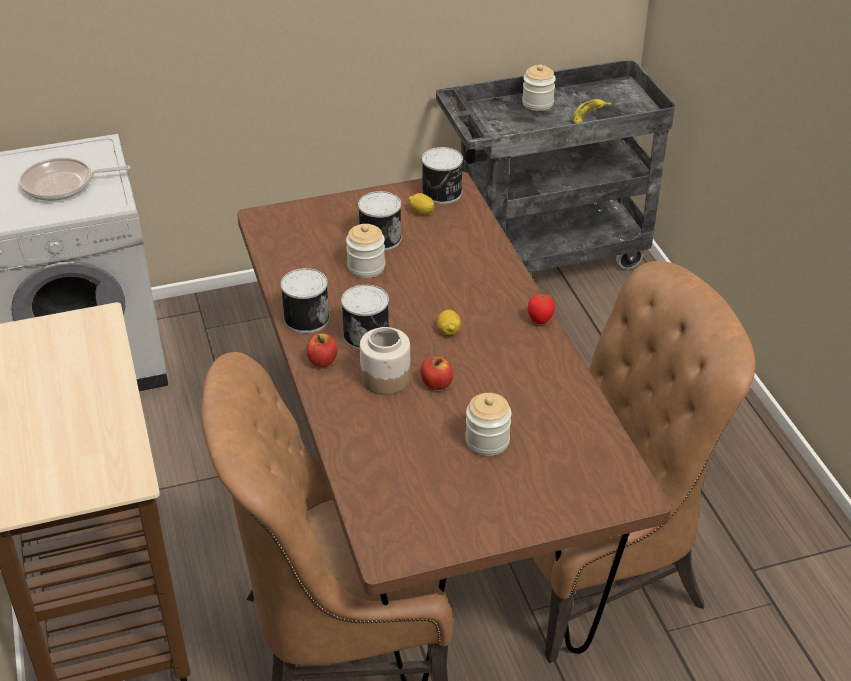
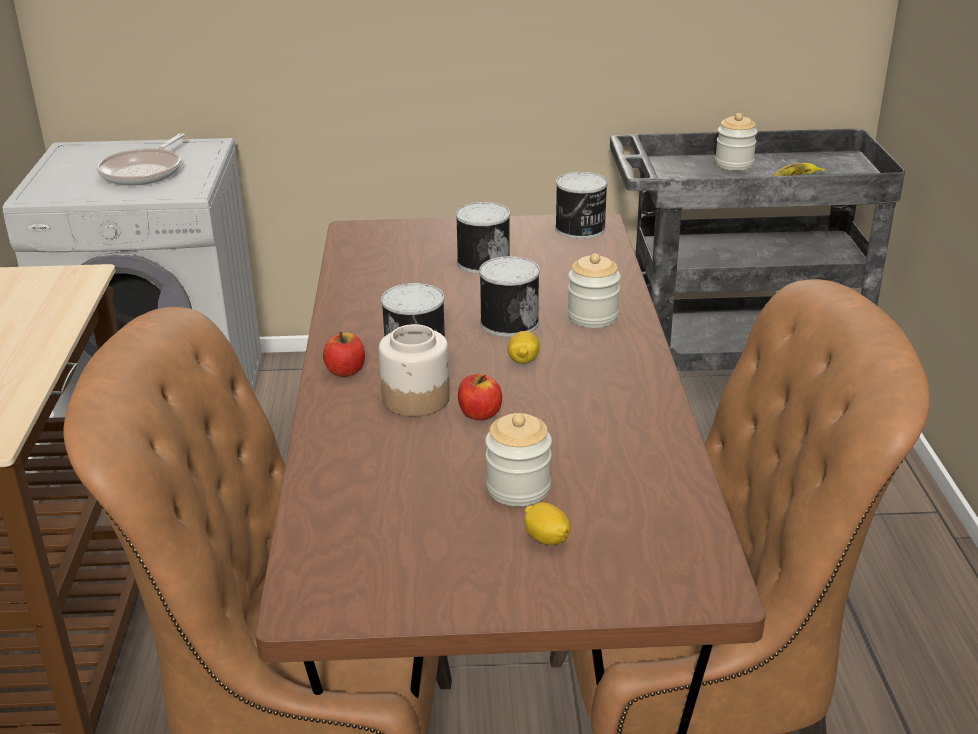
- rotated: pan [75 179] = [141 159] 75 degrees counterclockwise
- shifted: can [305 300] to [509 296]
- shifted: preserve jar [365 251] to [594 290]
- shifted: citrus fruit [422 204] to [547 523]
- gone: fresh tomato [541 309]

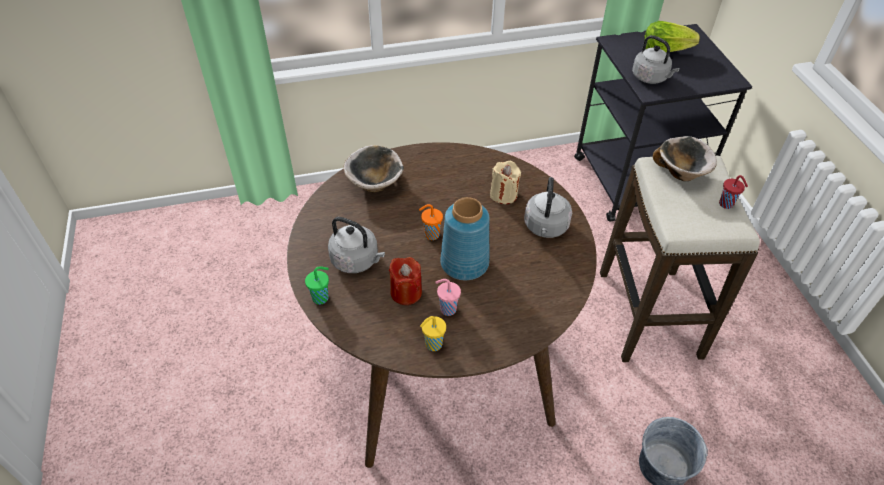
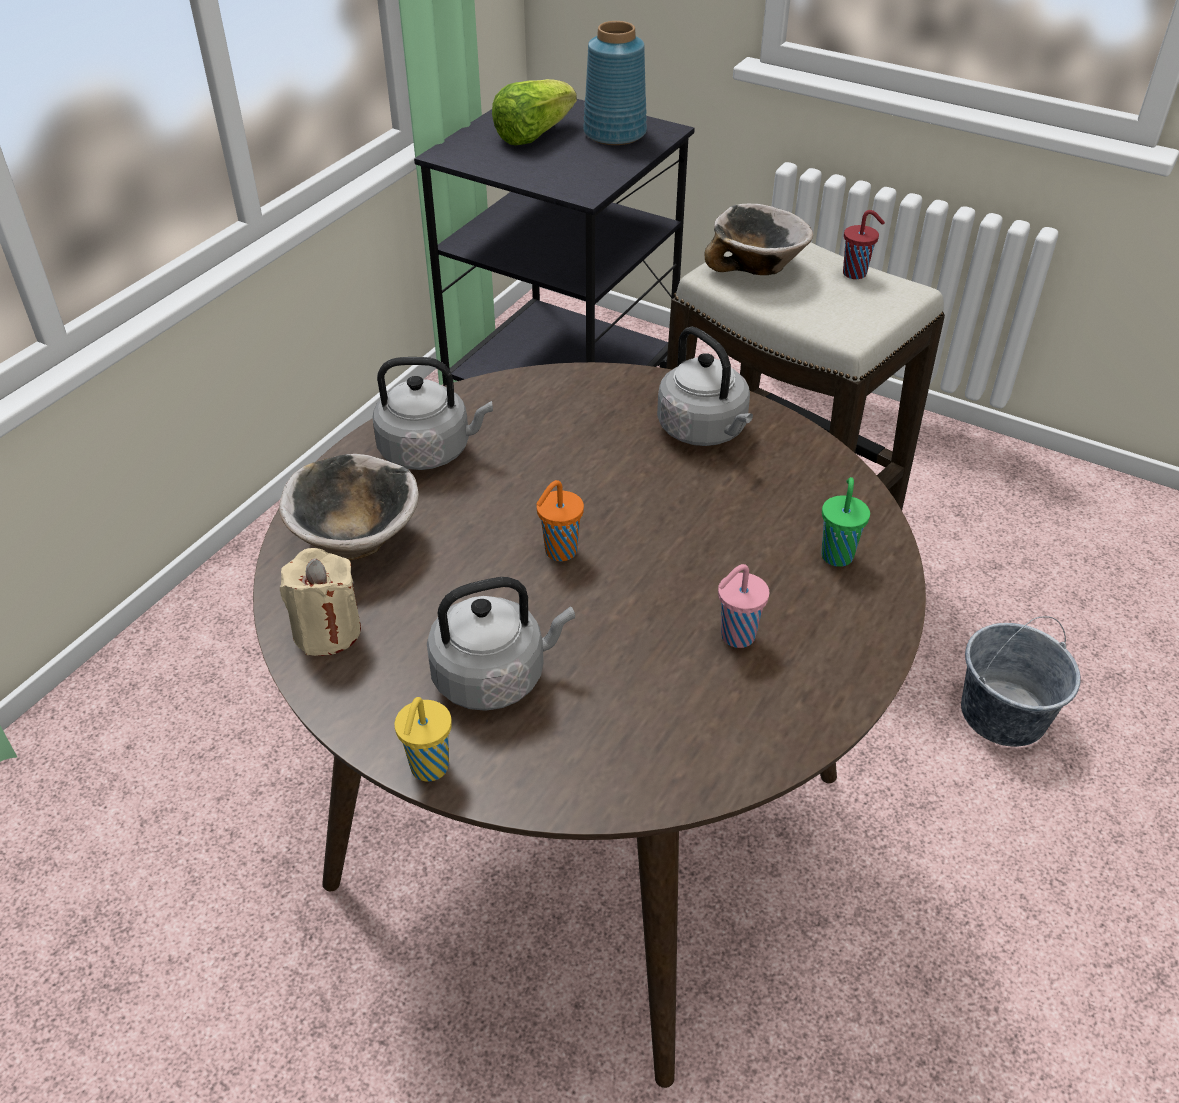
- shifted: green-coloured cup [317 285] to [845 522]
- gone: reddish wax candle [405 281]
- shifted: yellowish cup [433 333] to [423 739]
- shifted: blue-coloured vase [465 238] to [615 83]
- shifted: beige wax candle [505 182] to [320 602]
- shifted: grey water kettle [656 59] to [433 413]

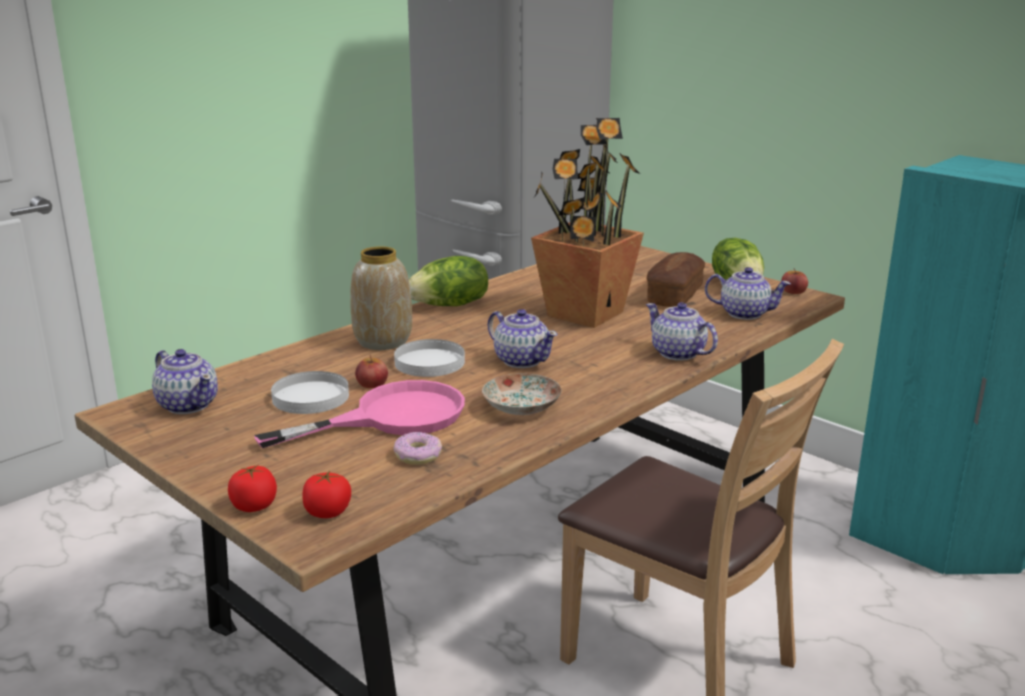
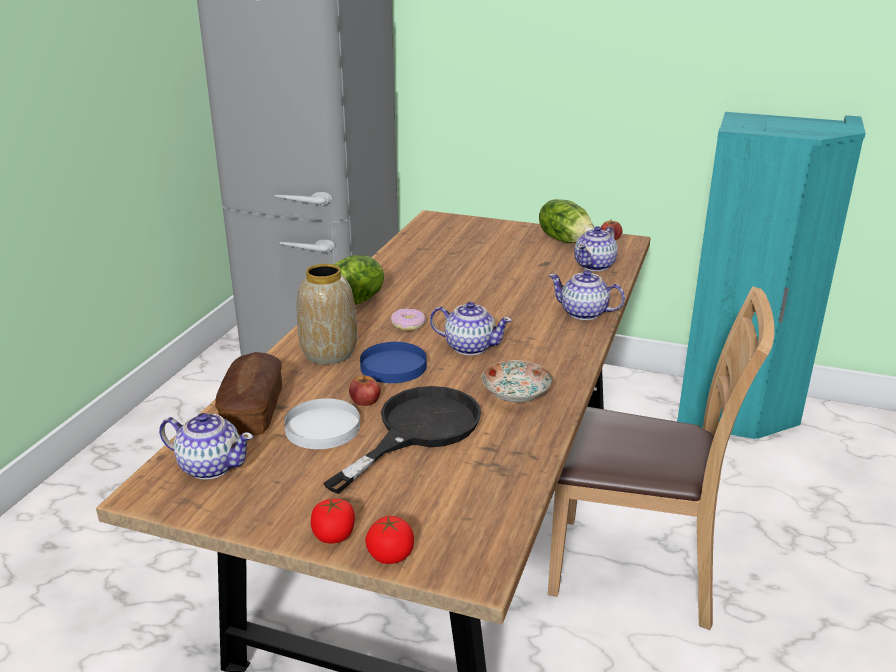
- repainted: pink-coloured pan [359 414] to blackish pan [402 440]
- shifted: fresh tomato [326 494] to [333 521]
- repainted: white dinner plate [429 358] to blue-coloured dinner plate [393 362]
- shifted: doughnut [418 448] to [408 320]
- gone: potted plant [587 223]
- shifted: bread [675 279] to [248 393]
- rotated: tea pot [748 293] = [596 248] 135 degrees clockwise

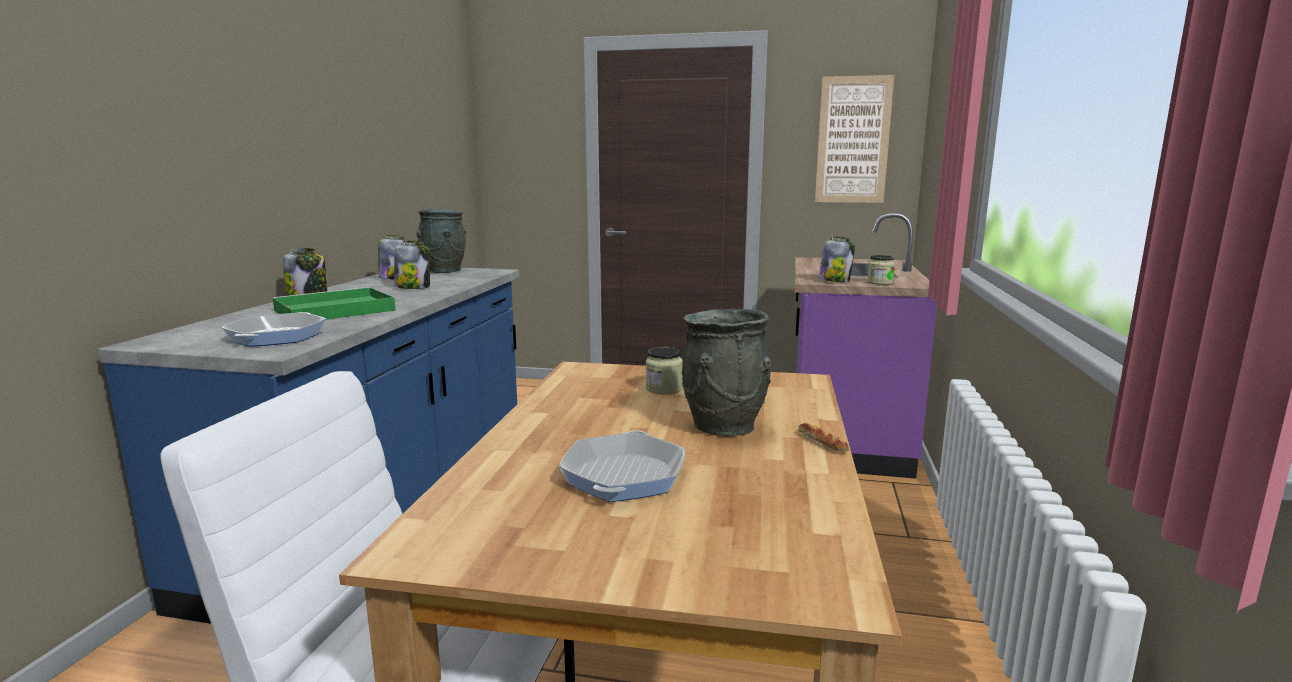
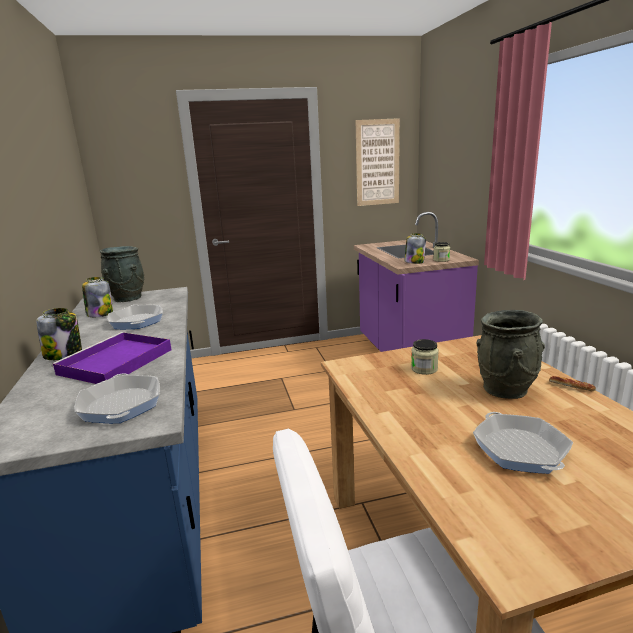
- repainted: green-coloured serving tray [334 303] to purplish serving tray [111 358]
- swapped: preserve jar [412 265] to pan [135 317]

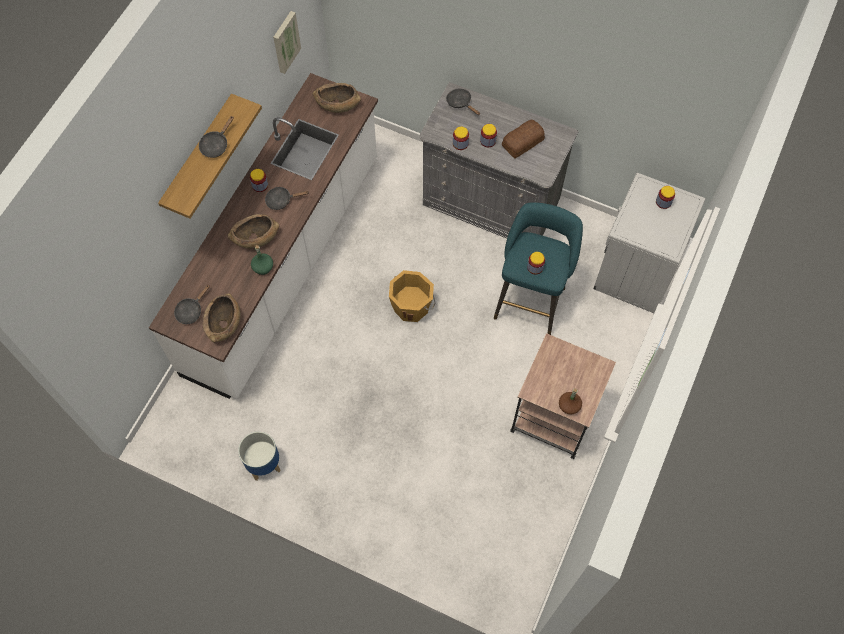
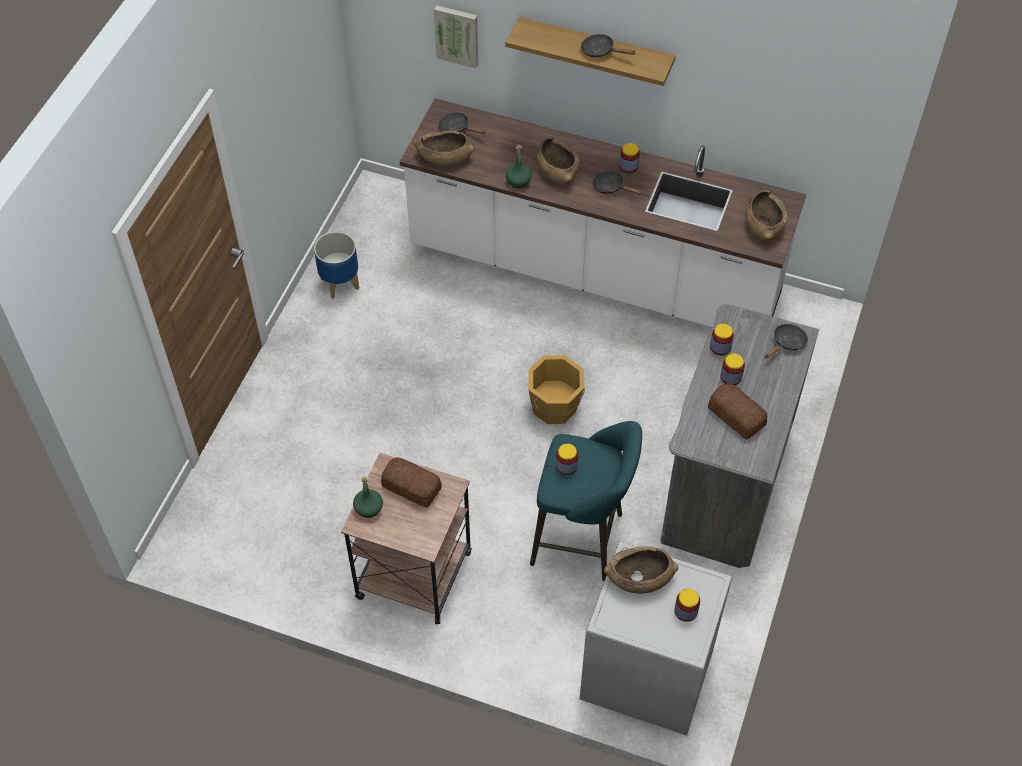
- rotated: blackish pan [287 198] = [617 183] 45 degrees counterclockwise
- shifted: wall picture [287 42] to [456 36]
- repainted: brownish beverage bottle [570 401] to green-coloured beverage bottle [368 497]
- new: bread [411 482]
- new: brownish serving bowl [641 570]

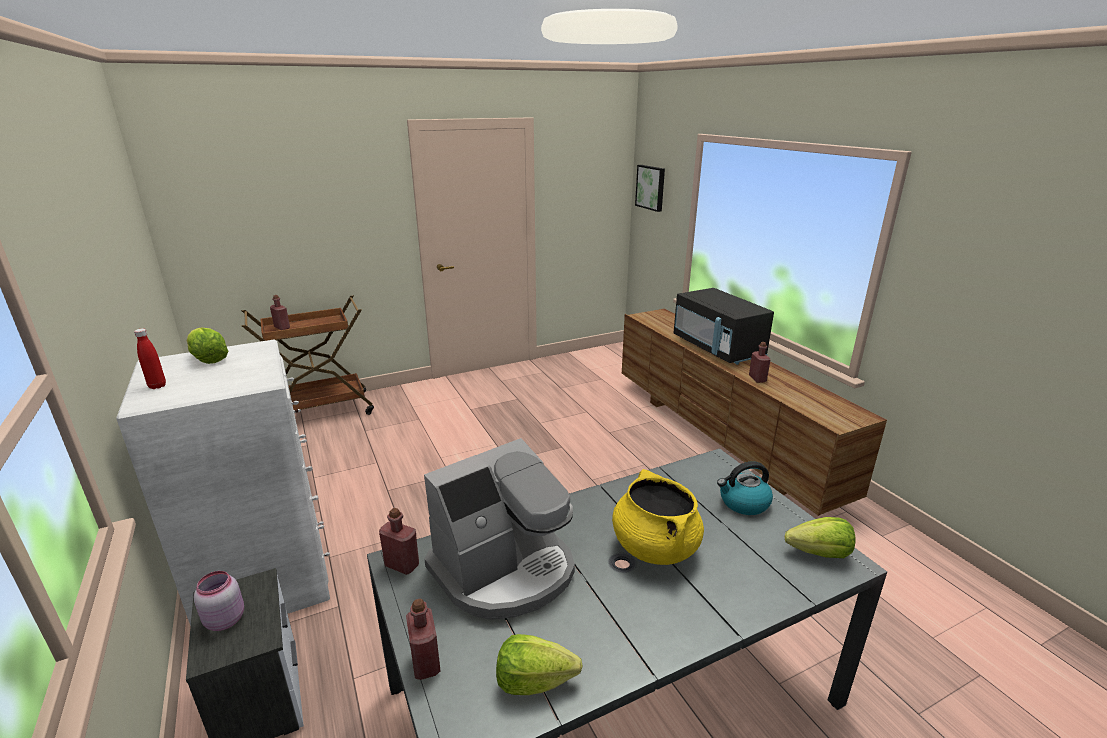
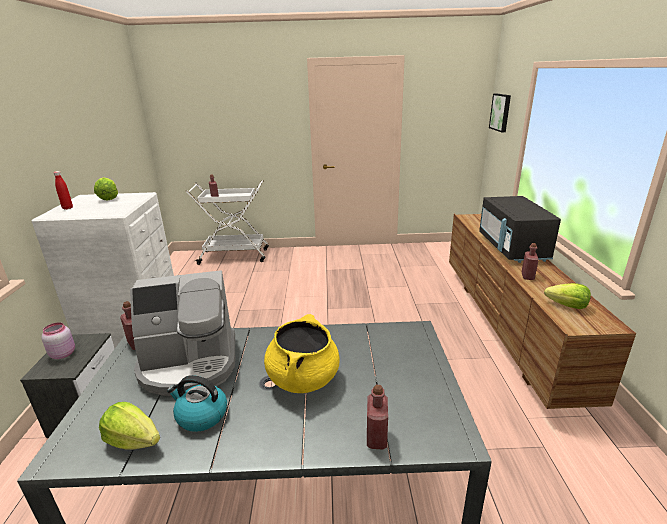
- repainted: brownish wheeled cart [307 355] to white wheeled cart [227 222]
- shifted: reddish beverage bottle [423 639] to [377 417]
- shifted: water kettle [745 488] to [197 403]
- shifted: head of lettuce [820 537] to [567 296]

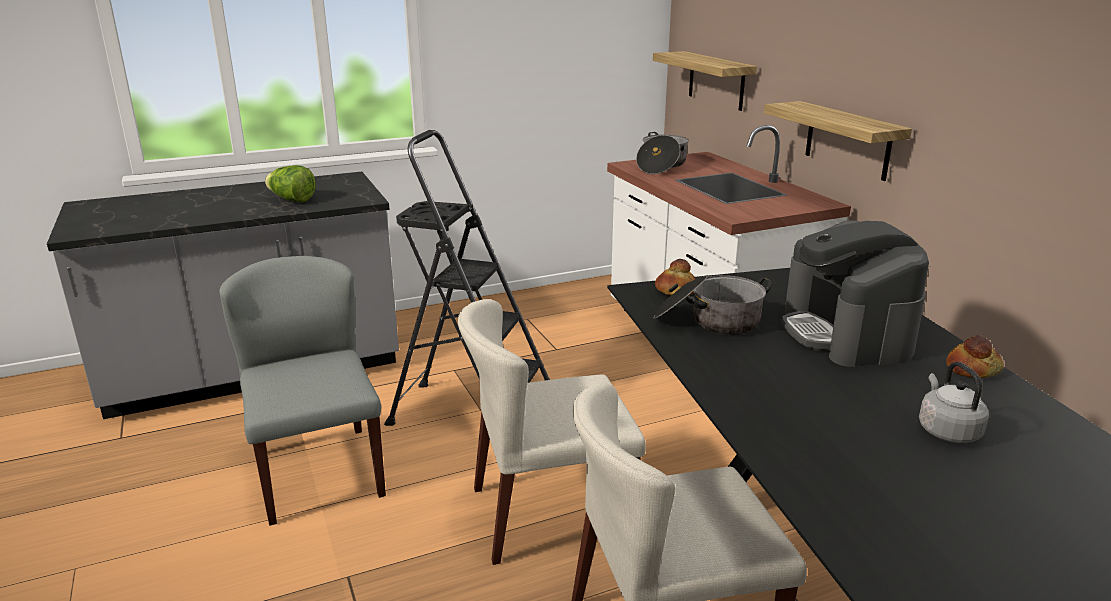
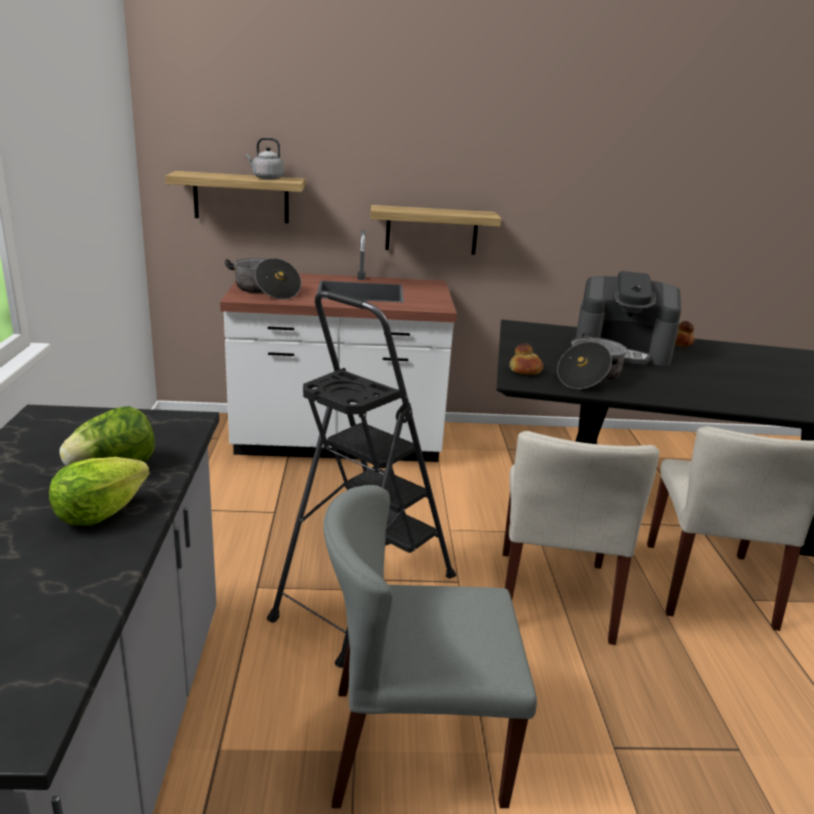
- shifted: grey water kettle [954 402] to [264 158]
- new: head of lettuce [99 491]

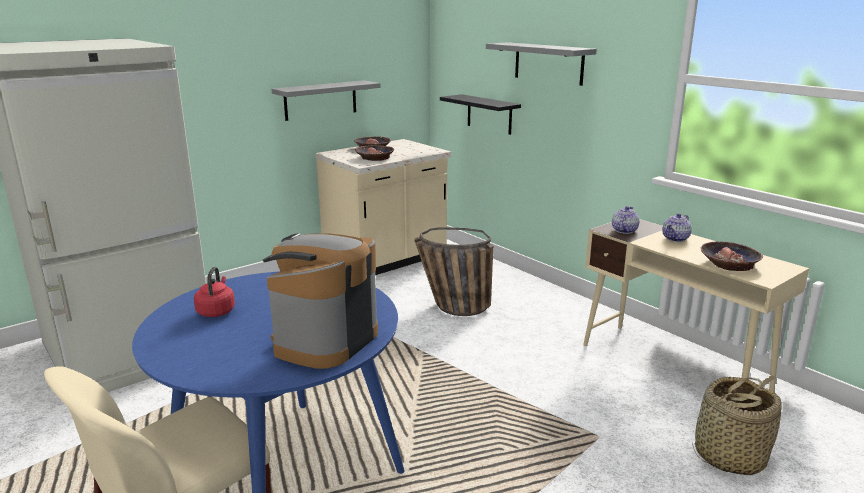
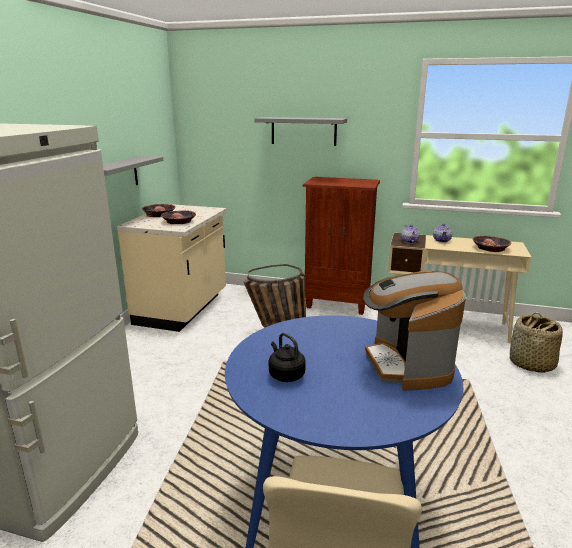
- repainted: reddish water kettle [214 292] to blackish water kettle [287 357]
- gone: blackish bracket shelf [480 114]
- new: brownish storage cabinet [341 246]

